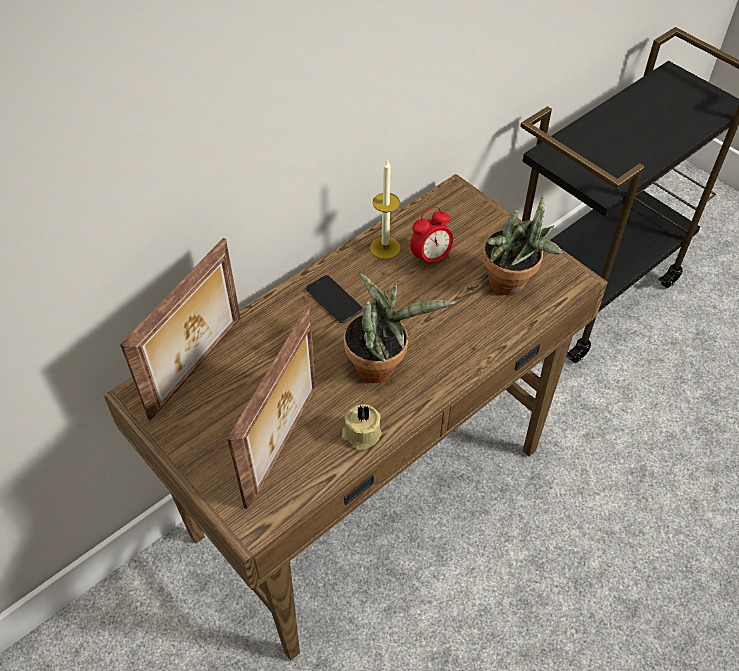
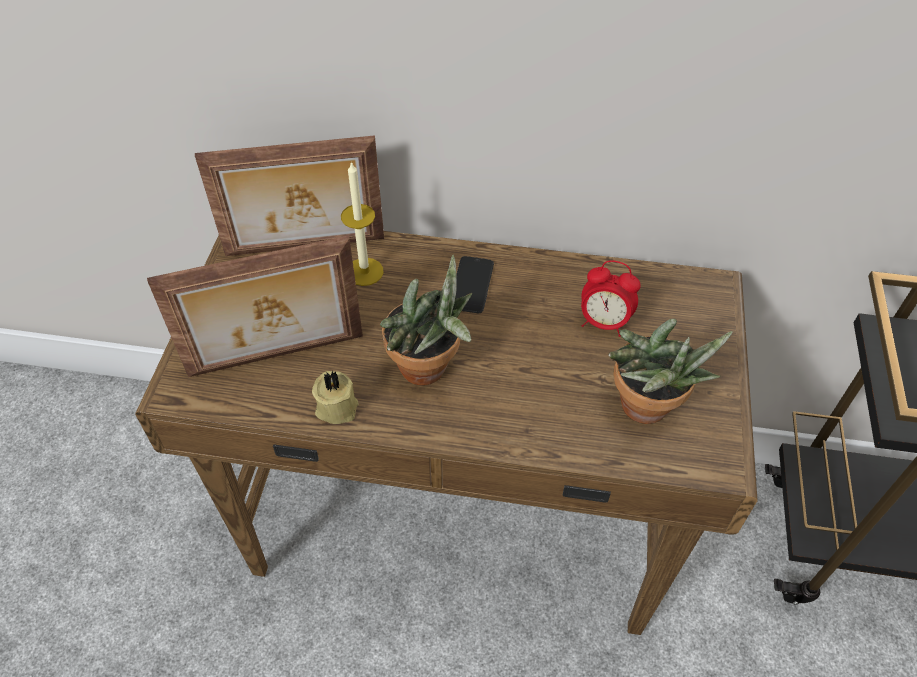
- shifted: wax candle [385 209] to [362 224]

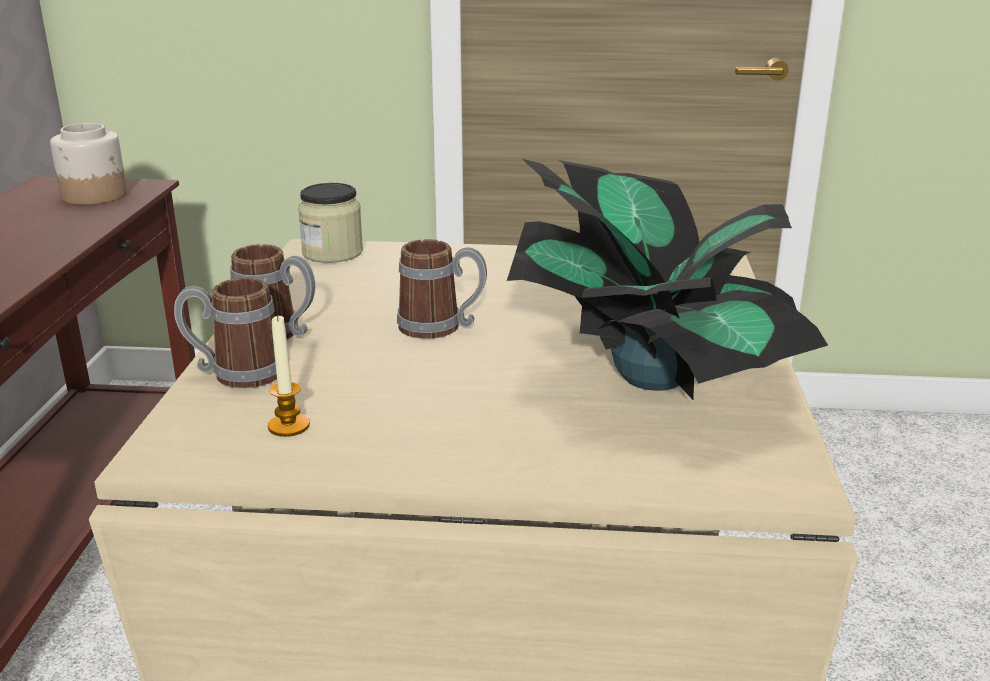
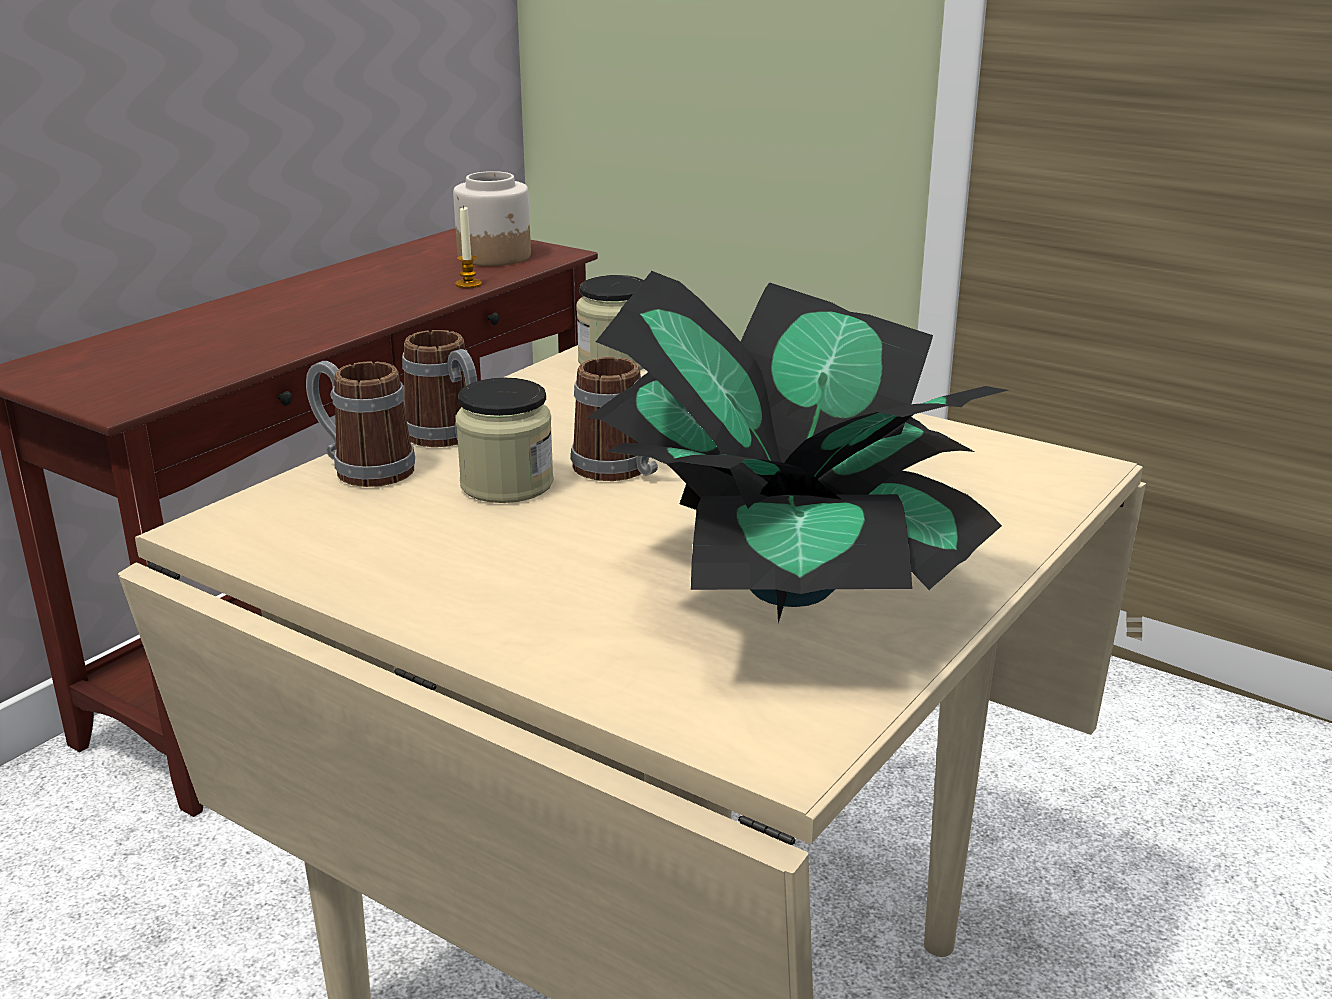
- shifted: wax candle [289 375] to [468 247]
- new: preserve jar [504 440]

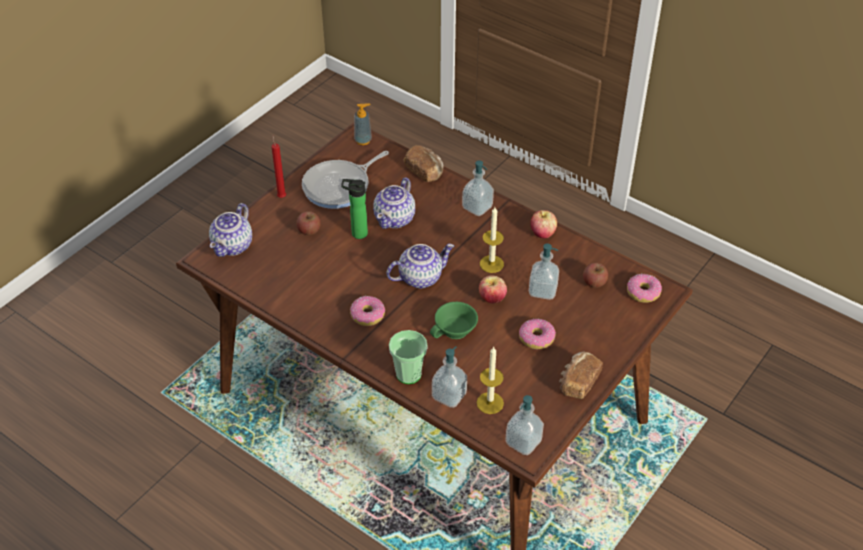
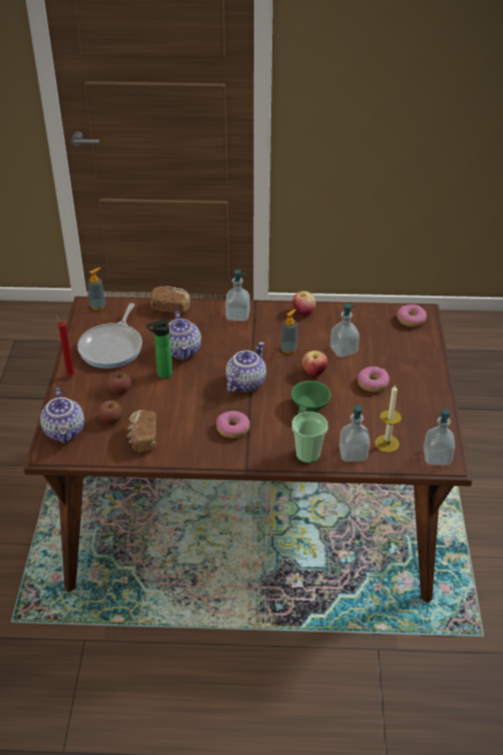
- swapped: wax candle [492 240] to soap bottle [289 331]
- shifted: bread [581 375] to [142 431]
- shifted: apple [595 275] to [110 412]

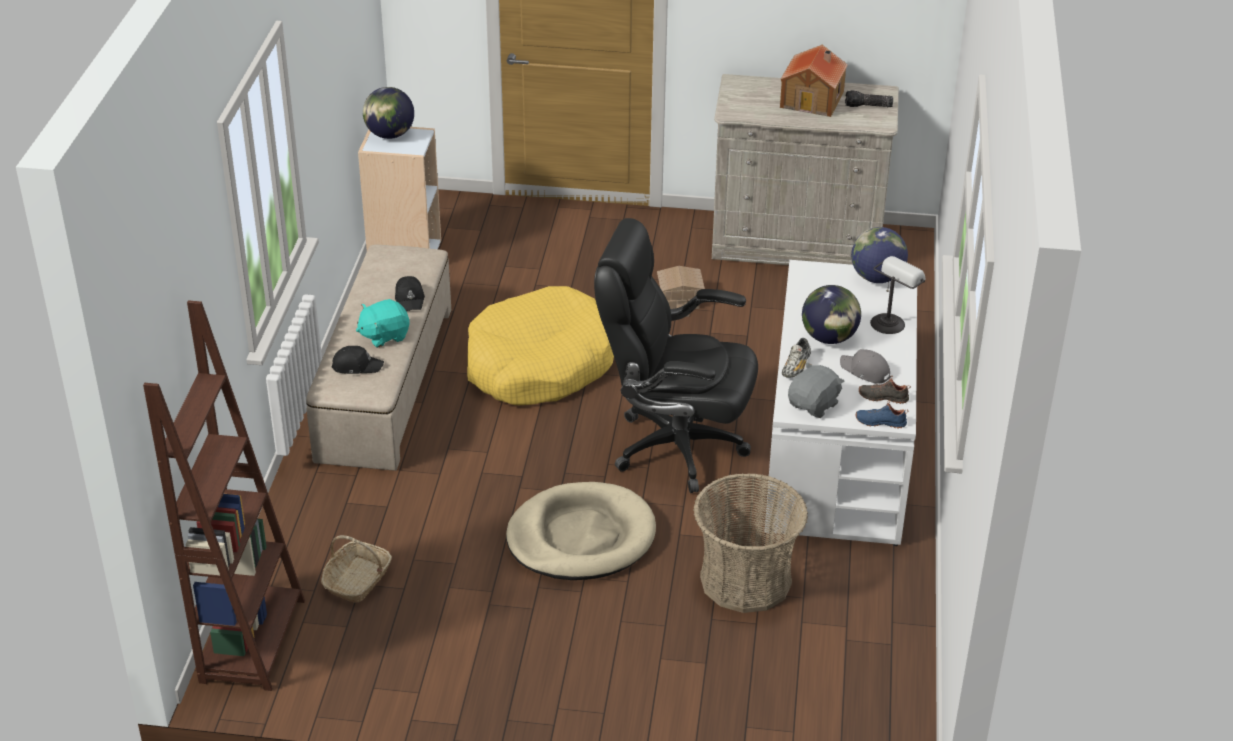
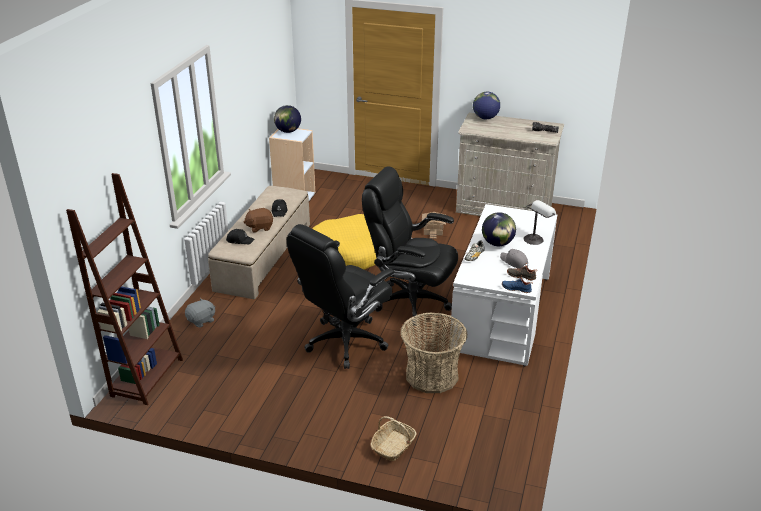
- shifted: storage basket [356 569] to [393 438]
- repainted: turquoise plush toy [383 323] to brownish plush toy [258 220]
- swapped: beige dog cushion [581 531] to blackish computer chair [340 296]
- gone: miniature house [814 81]
- shifted: grey plush toy [816 390] to [200 313]
- shifted: globe [879 255] to [486 105]

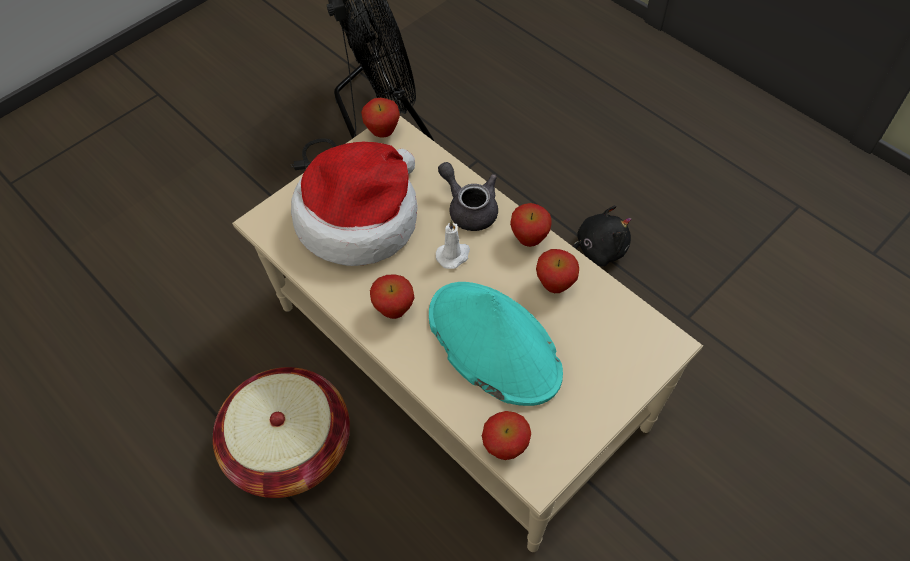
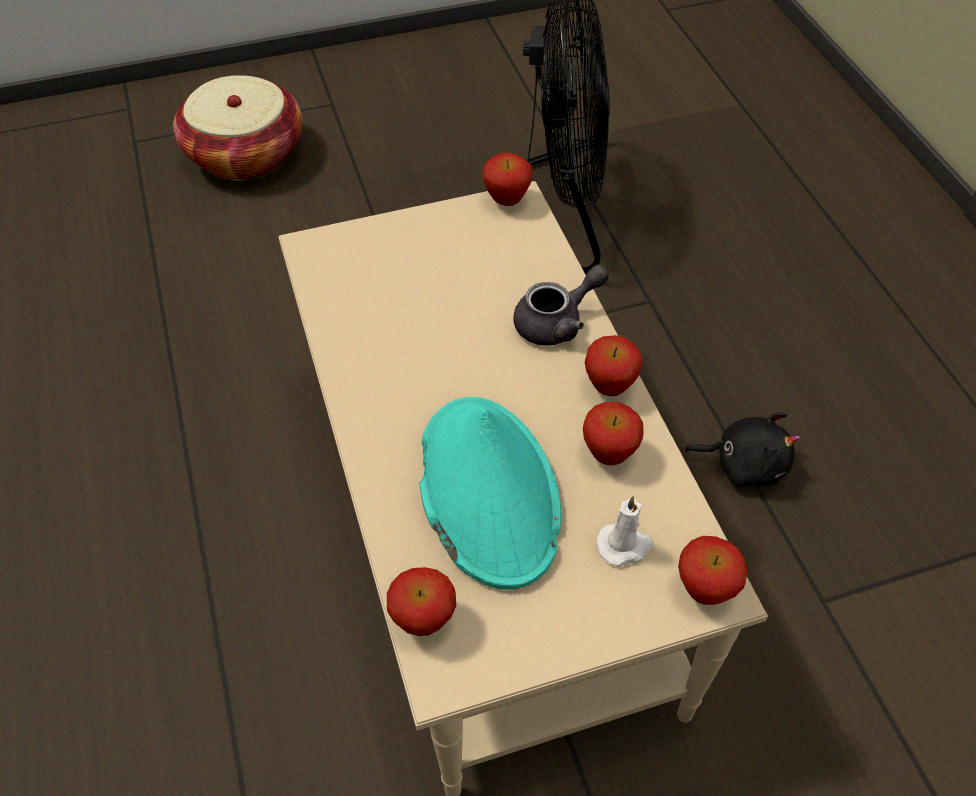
- shifted: storage basket [281 432] to [237 128]
- gone: clothing hat [354 204]
- shifted: apple [392 296] to [713 570]
- shifted: white wax candle [453 244] to [624 531]
- rotated: grey tea pot [468 196] = [561 305] 75 degrees clockwise

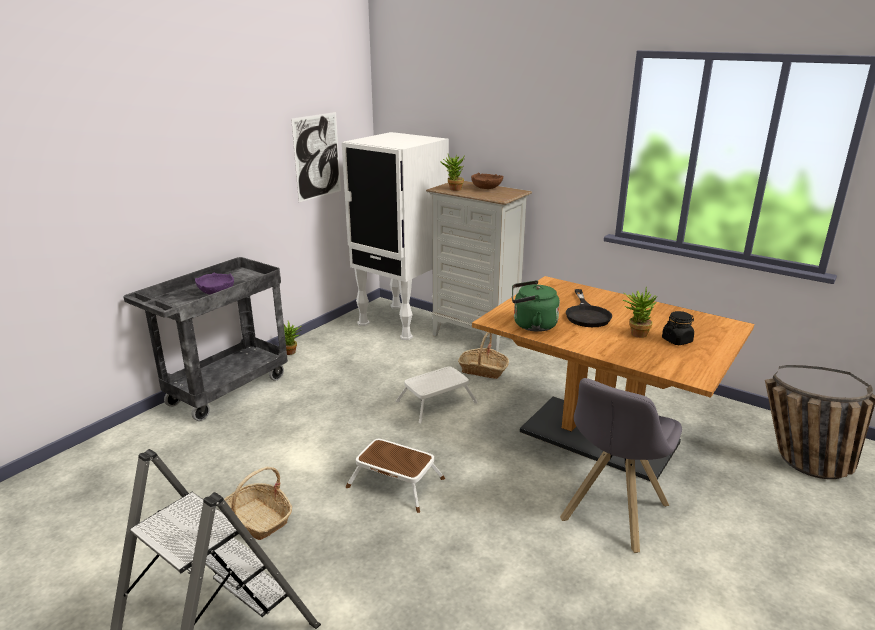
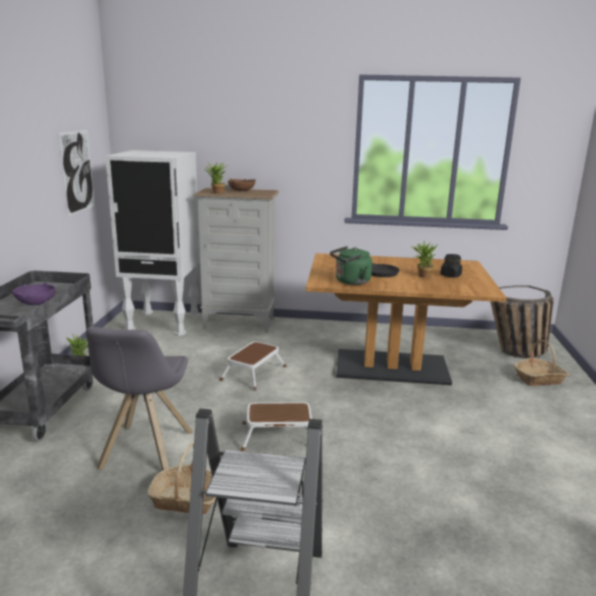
- repainted: white step stool [437 395] to brownish step stool [253 366]
- shifted: storage basket [483 355] to [541 363]
- shifted: grey plain chair [621 465] to [139 399]

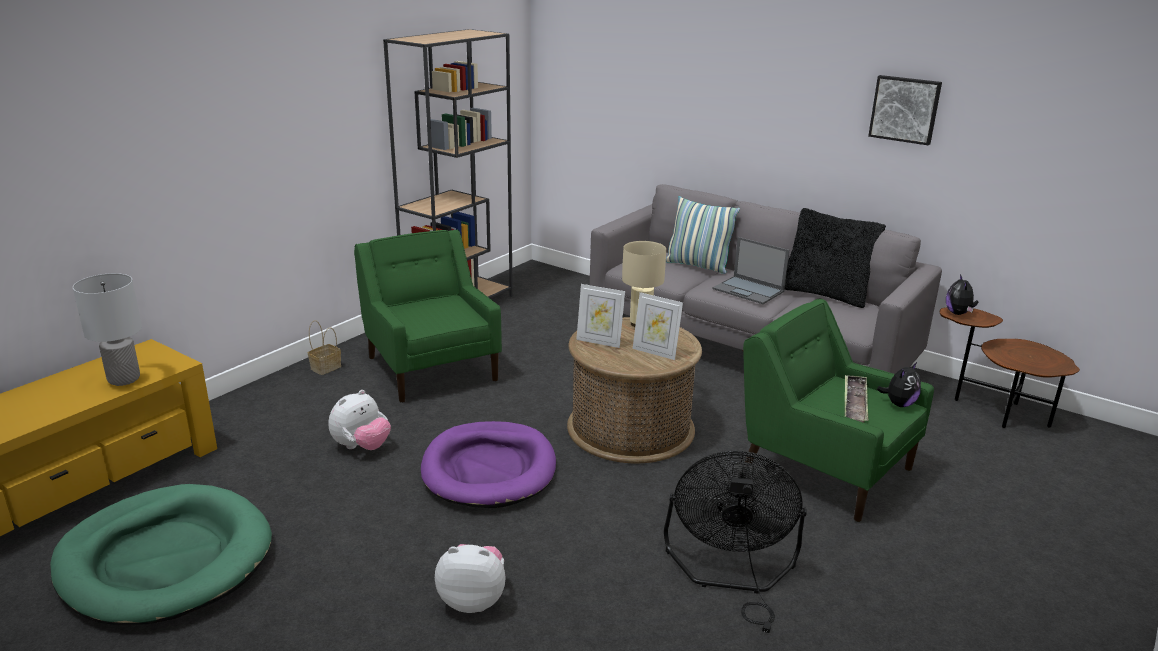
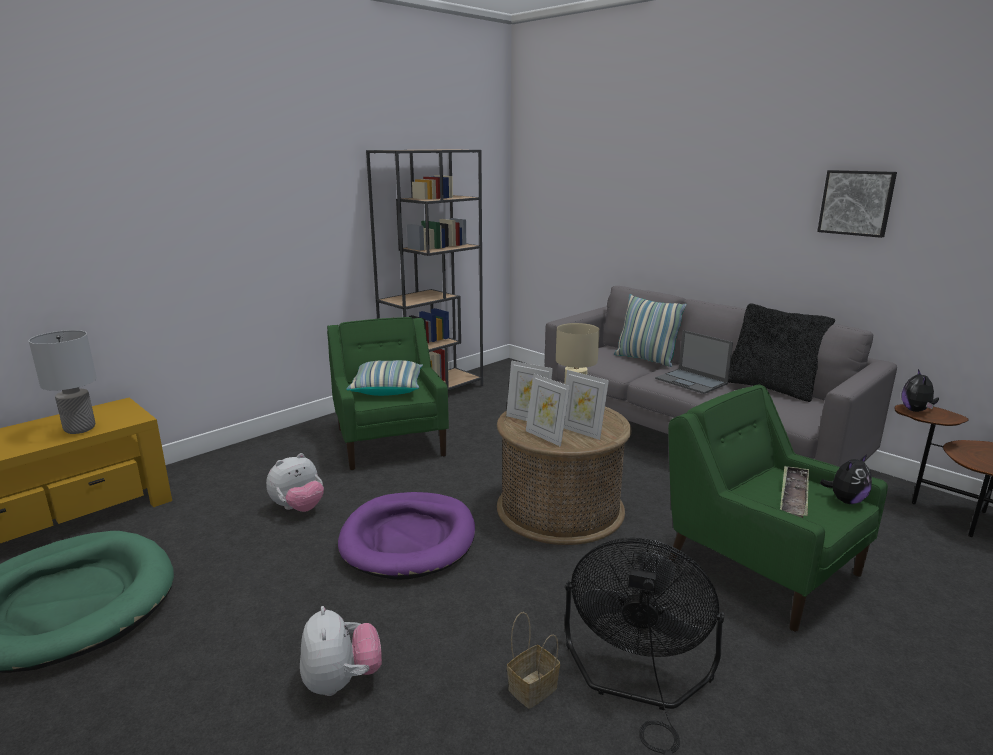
- shifted: storage basket [324 347] to [533 660]
- rotated: plush toy [470 578] = [341 651] 60 degrees clockwise
- new: throw pillow [384 378]
- new: standing frame [548 410]

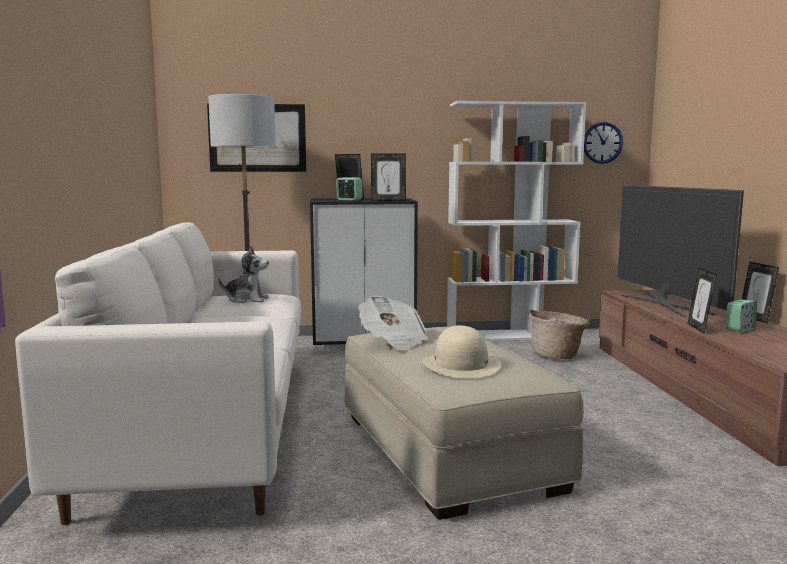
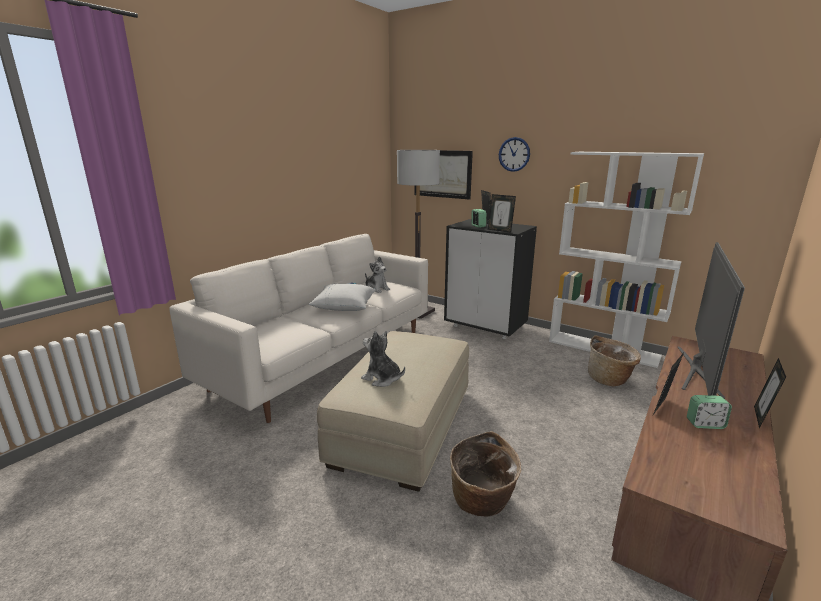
- gone: printed paper [393 323]
- swapped: beige clothing hat [461 351] to plush toy [383 359]
- shifted: wall clock [603 143] to [514 154]
- new: grey throw pillow [342 296]
- new: storage basket [485 473]

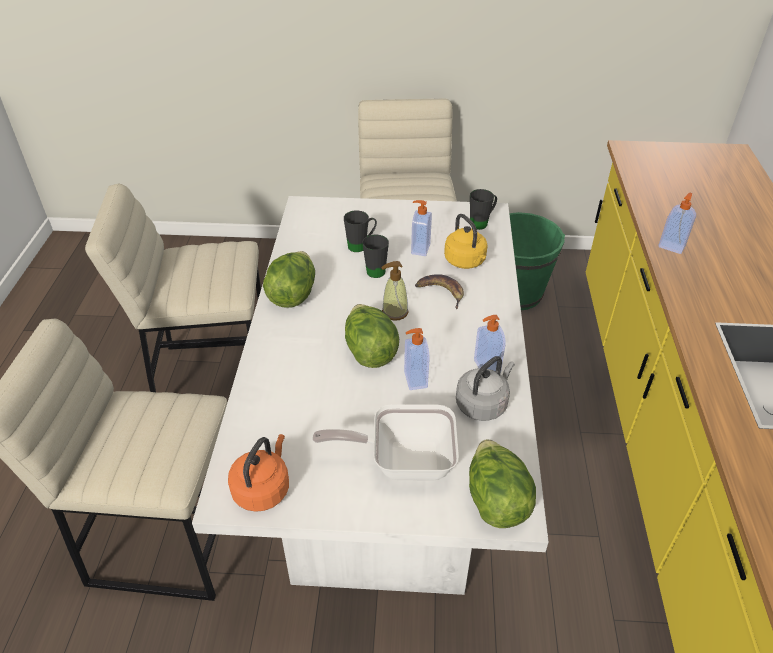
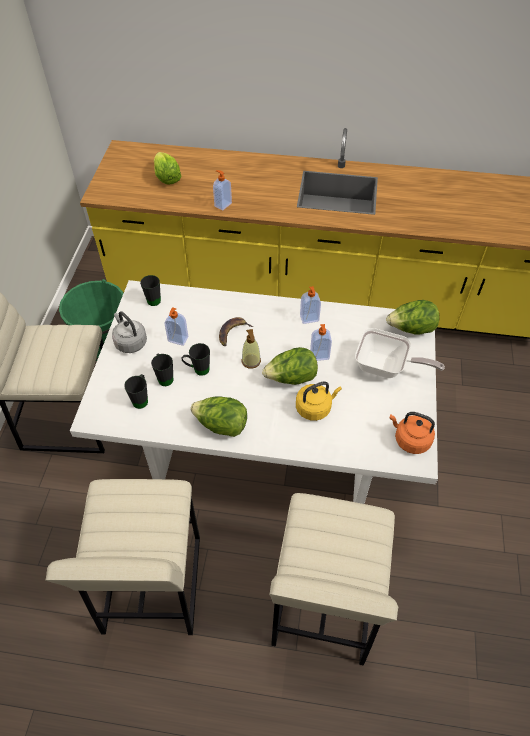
- rotated: pan [385 442] = [400 353] 75 degrees counterclockwise
- shifted: yellowish water kettle [466 241] to [319 401]
- shifted: grey water kettle [485 388] to [129 332]
- new: blackish tea mug [136 391]
- new: head of lettuce [167 168]

